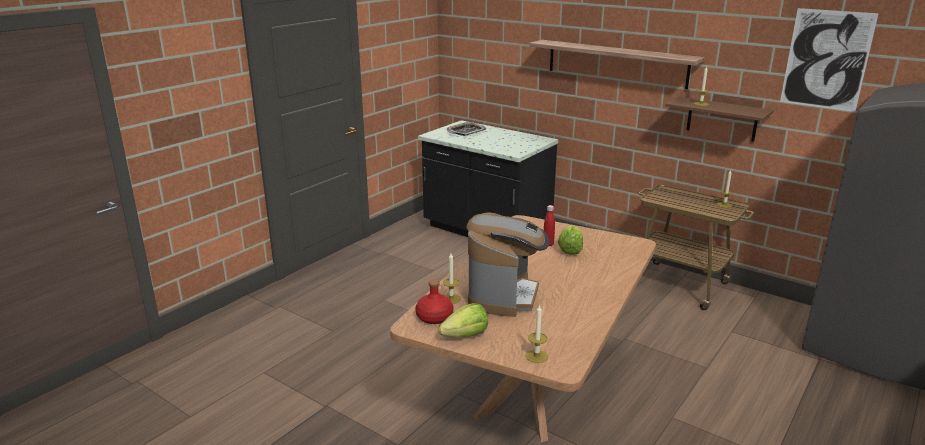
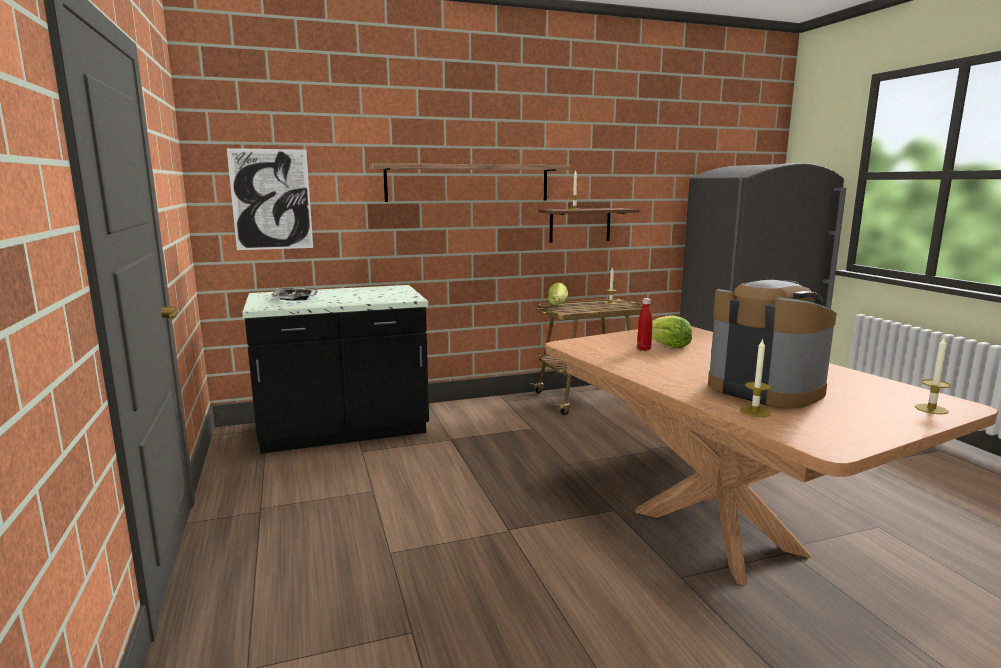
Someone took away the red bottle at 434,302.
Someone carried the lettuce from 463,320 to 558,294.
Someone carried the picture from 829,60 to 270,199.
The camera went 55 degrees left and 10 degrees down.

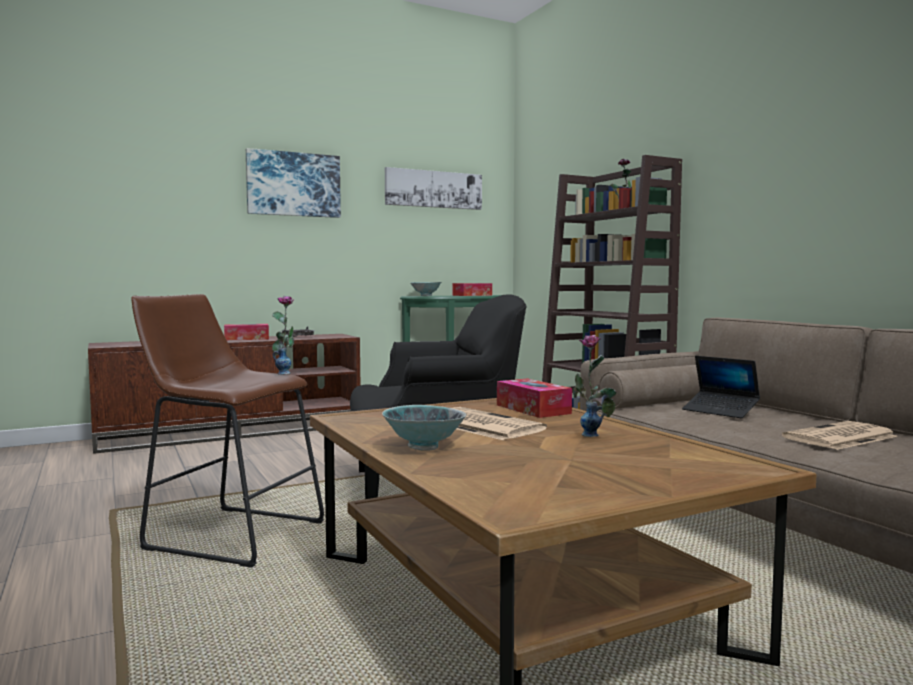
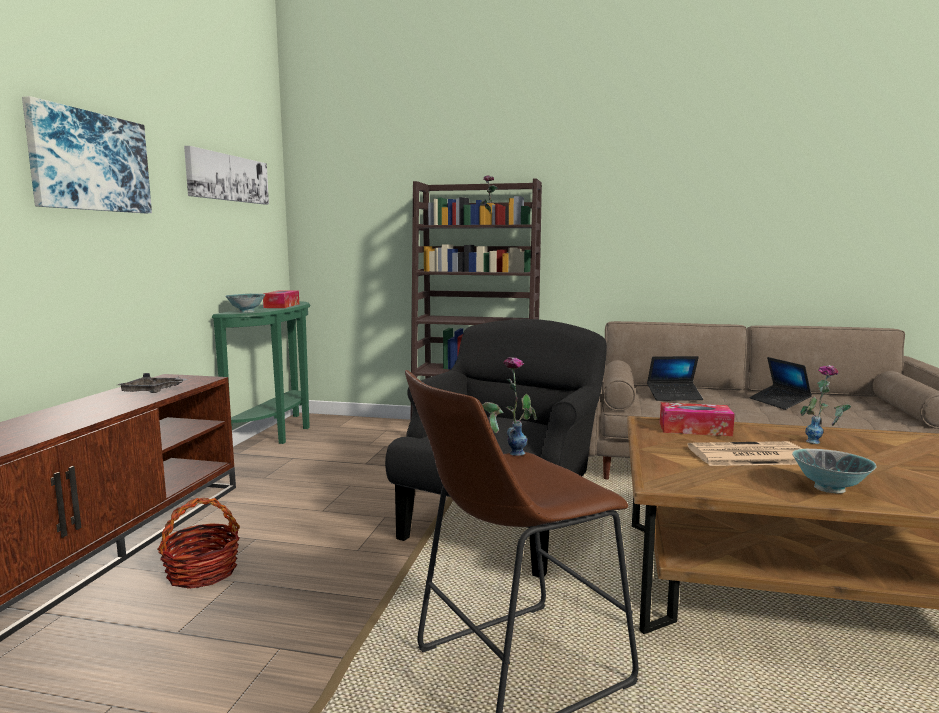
Someone took away the tissue box at 246,332.
Someone swapped the newspaper at 840,435 for the laptop at 780,383.
Someone put down the basket at 198,543.
The camera went 50 degrees left and 5 degrees up.

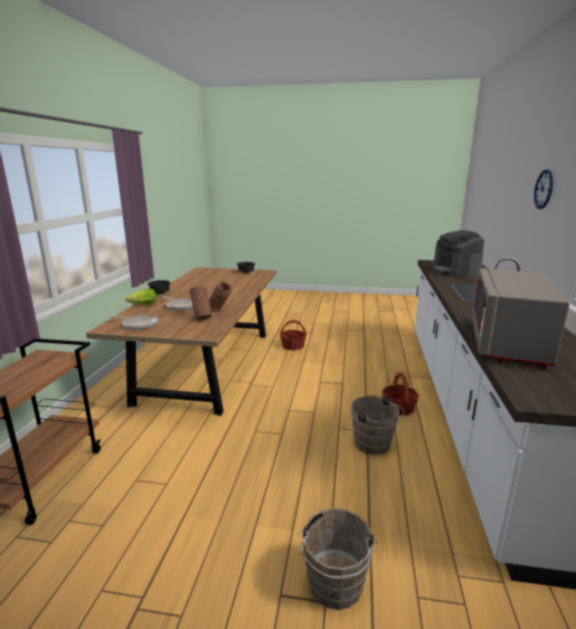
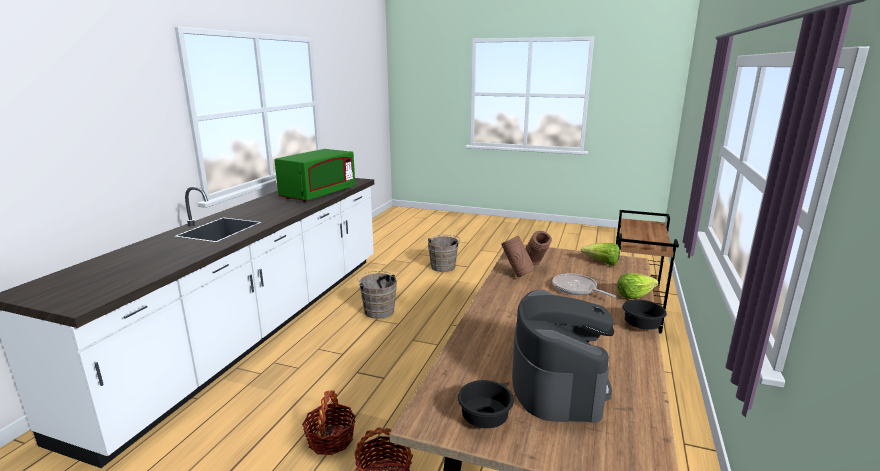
Someone swapped the frying pan at 134,322 for the lettuce at 600,254.
Someone carried the basket from 400,393 to 329,422.
Someone carried the coffee machine from 458,253 to 563,356.
Someone repainted the grey microwave at 521,318, which became the green microwave at 314,175.
Someone took away the wall clock at 543,189.
The camera went 170 degrees left and 0 degrees up.

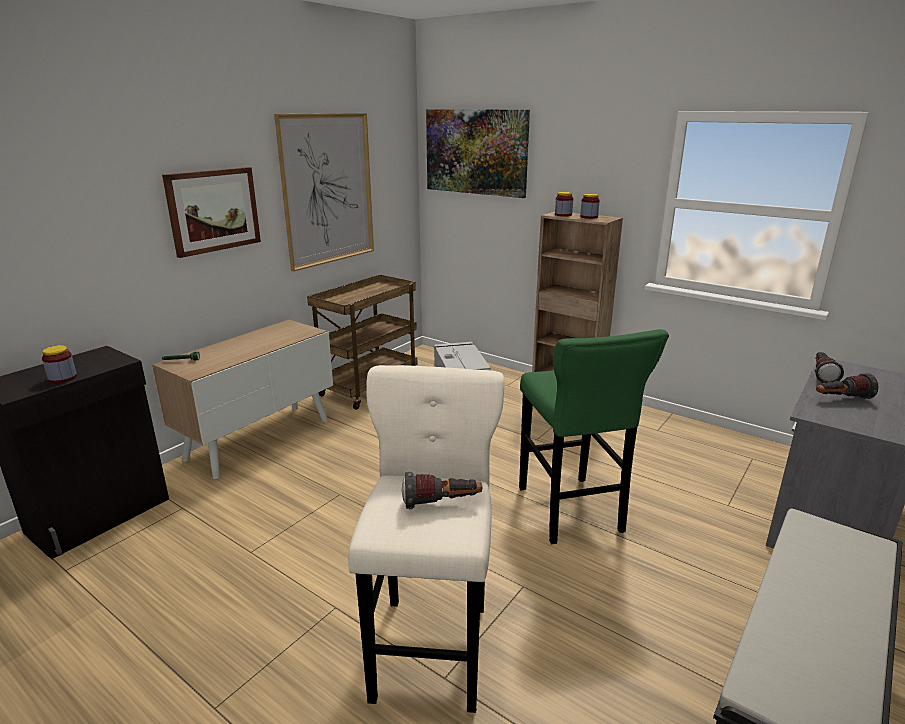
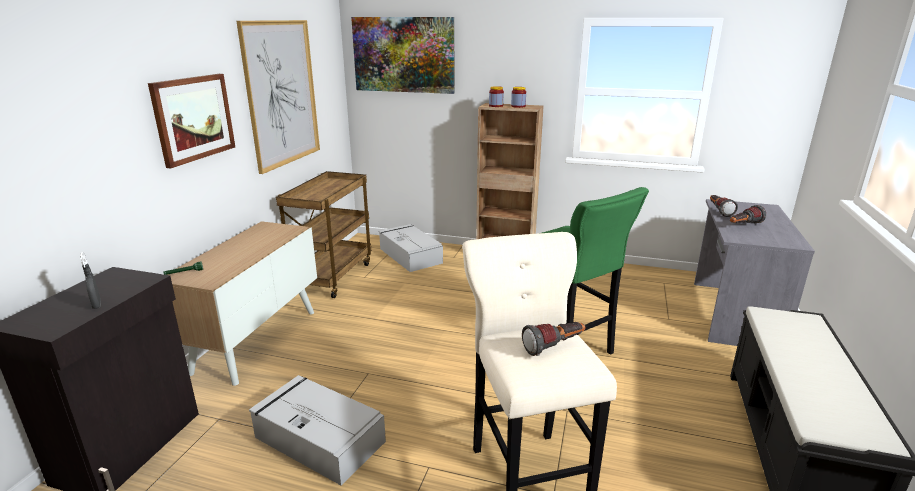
Someone swapped the jar at 59,364 for the grey spray bottle at 90,280.
Someone put down the grey storage box at 317,430.
The camera went 20 degrees left and 0 degrees up.

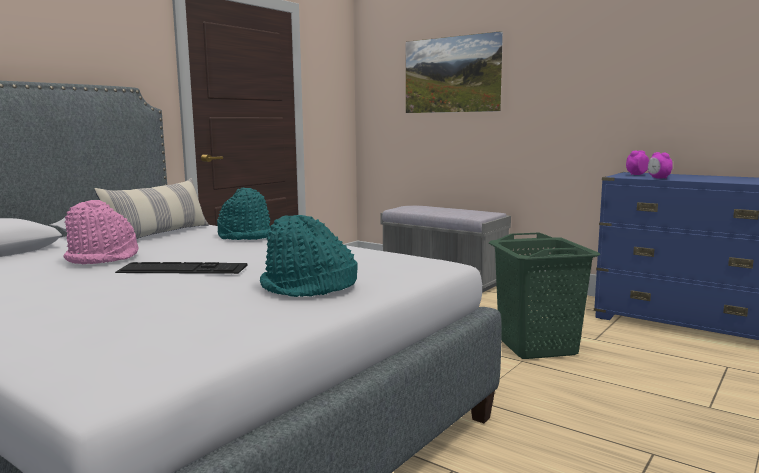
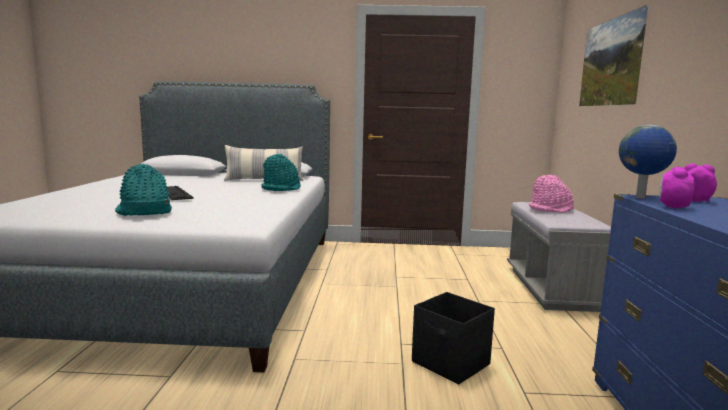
Someone carried the pink hat from 100,232 to 551,194.
Someone swapped the green laundry basket at 544,296 for the black storage box at 453,338.
Someone put down the globe at 648,161.
The camera went 55 degrees right and 0 degrees up.

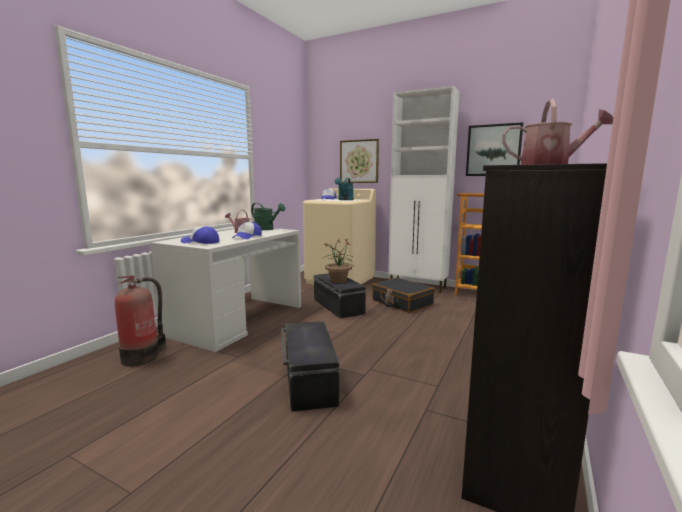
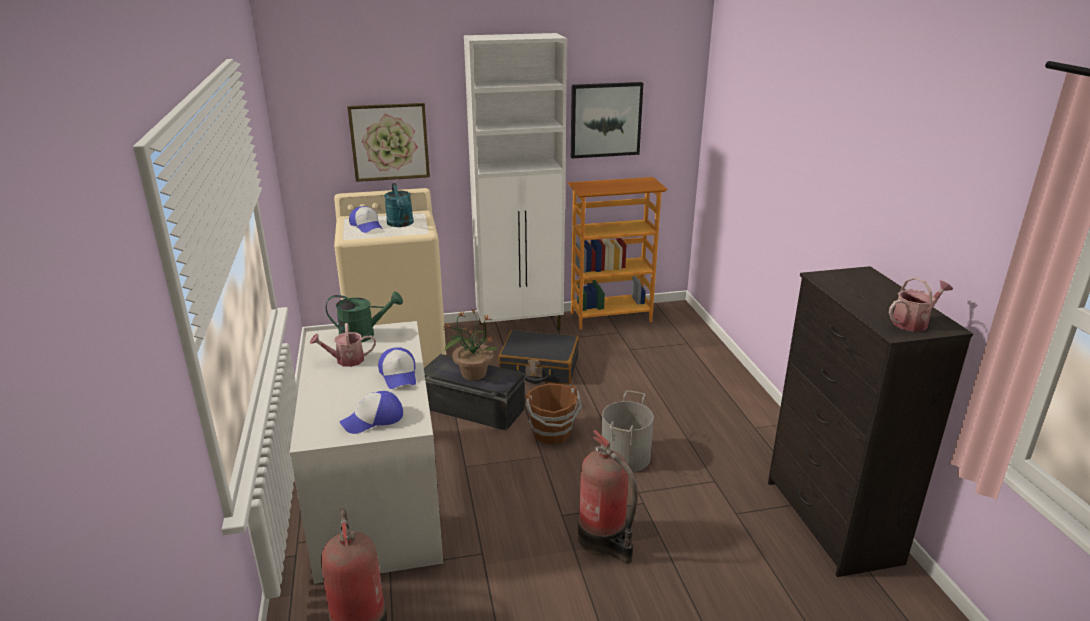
Someone swapped the black storage box at 310,366 for the fire extinguisher at 608,497.
Someone put down the brown bucket at 554,413.
Someone put down the grey bucket at 627,431.
The camera went 40 degrees left and 15 degrees up.

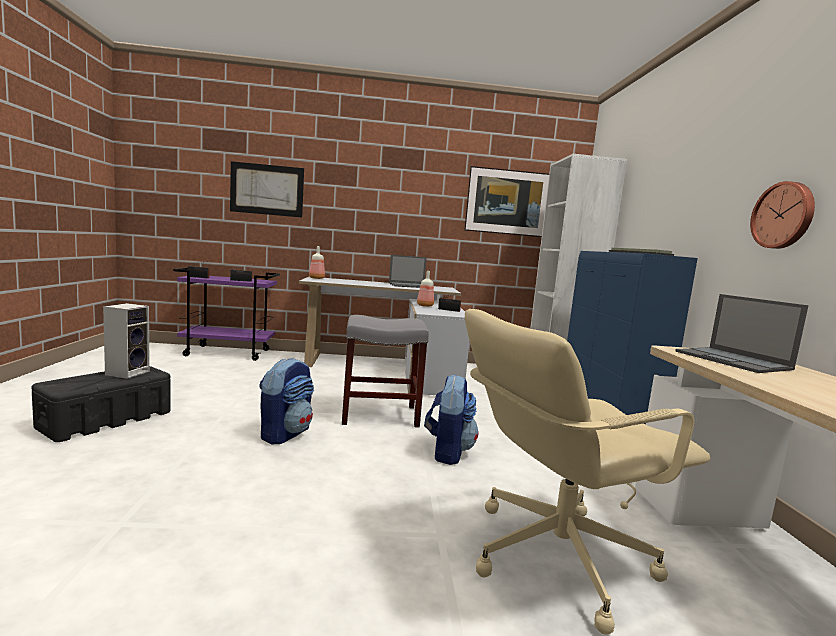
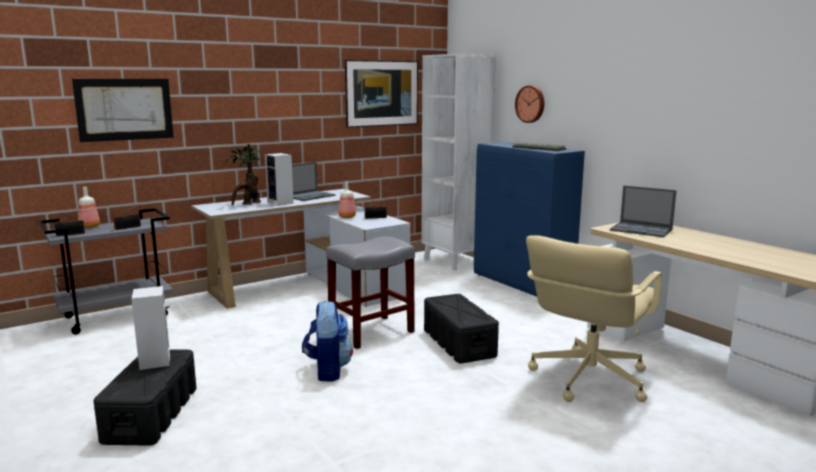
Someone repainted the purple cart at 227,314, which became the grey cart at 106,271.
Someone carried the bottle from 317,262 to 89,207.
Someone swapped the backpack at 451,419 for the black storage box at 461,328.
Someone carried the wall clock from 782,215 to 529,104.
Someone put down the potted plant at 243,175.
Someone put down the speaker at 279,179.
The camera went 30 degrees left and 5 degrees up.

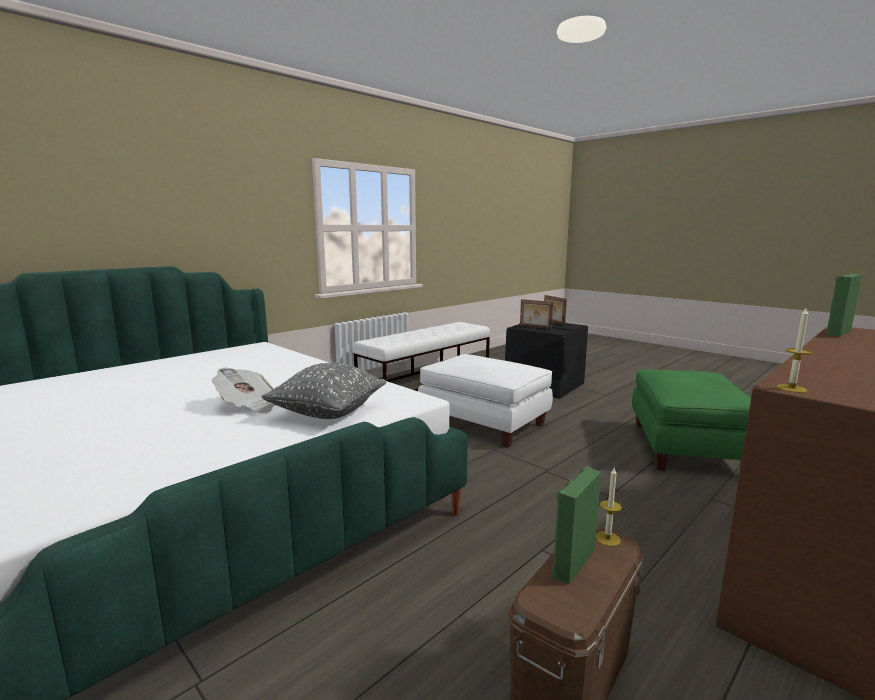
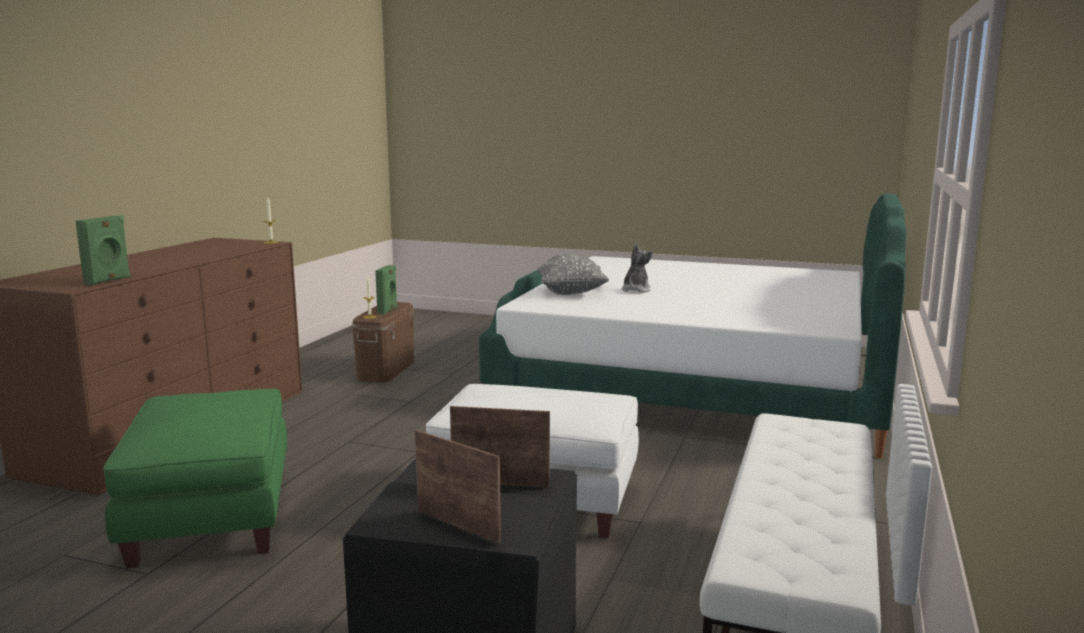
Someone swapped the newspaper at 243,391 for the plush toy at 637,268.
The camera went 155 degrees right and 0 degrees up.

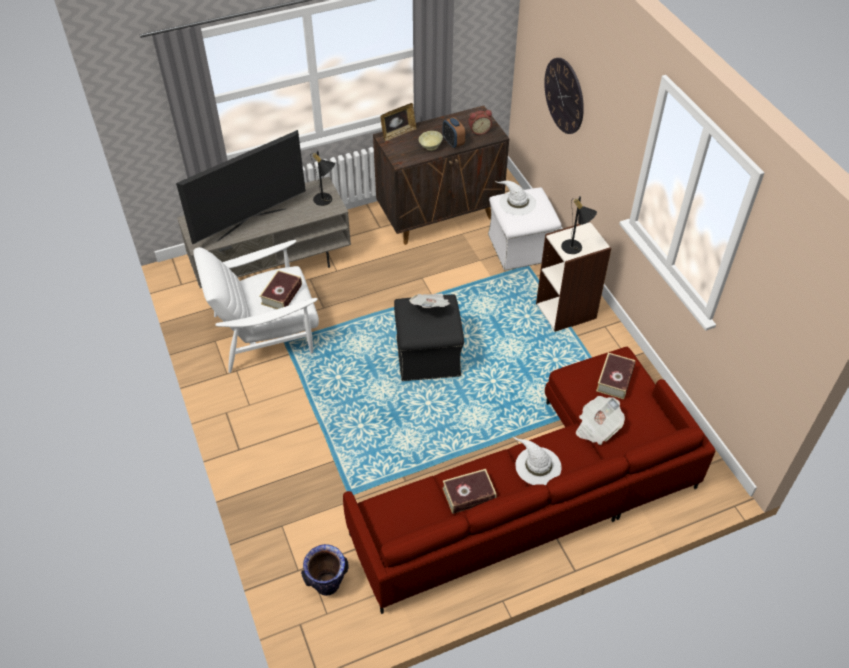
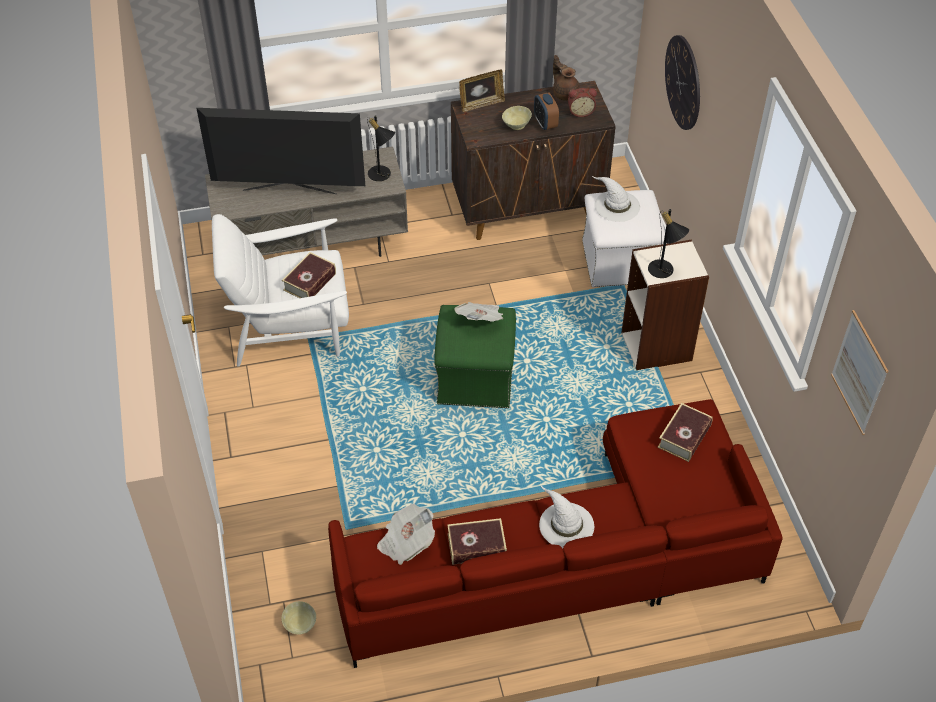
Someone rotated the television at 241,187 by 150 degrees counterclockwise.
Someone swapped the vase at 325,570 for the beige bowl at 299,618.
Someone repainted the black ottoman at 429,337, which became the green ottoman at 475,356.
Someone carried the newspaper from 600,420 to 406,534.
Someone put down the brown teapot at 566,78.
Someone put up the picture at 859,372.
The camera went 10 degrees right and 0 degrees up.

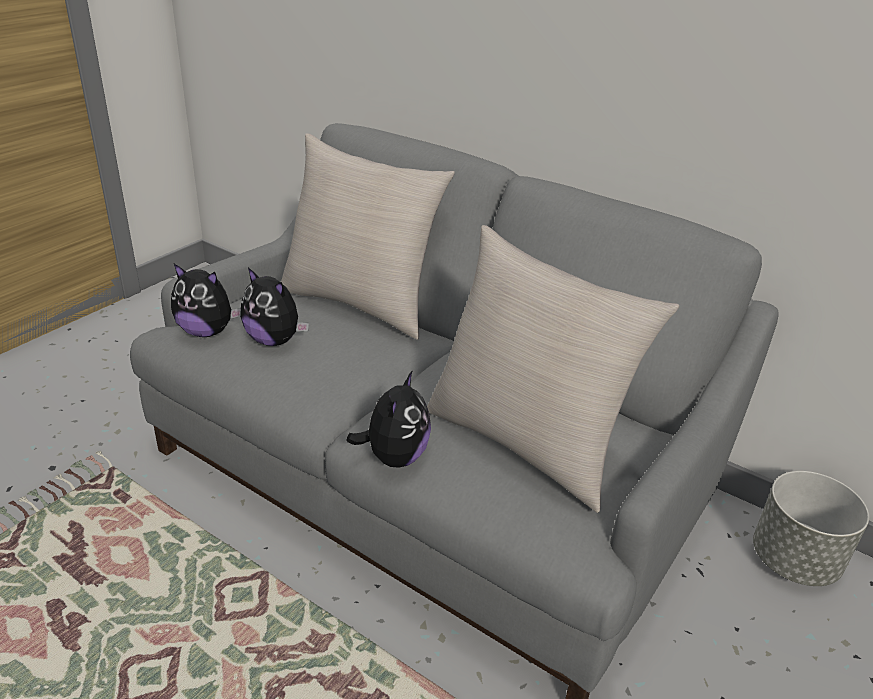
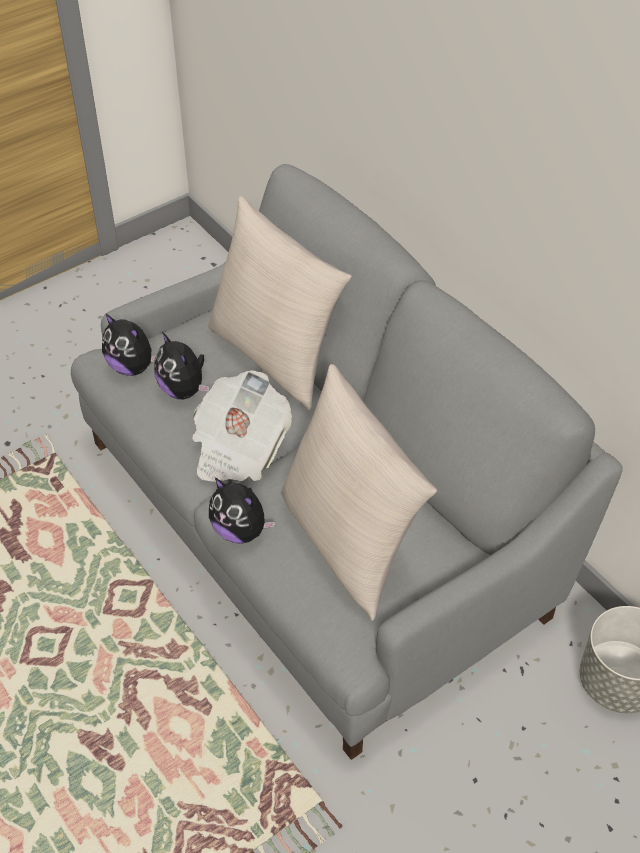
Someone rotated the plush toy at 388,419 by 90 degrees clockwise.
Someone put down the newspaper at 242,426.
The camera went 20 degrees right and 15 degrees up.

